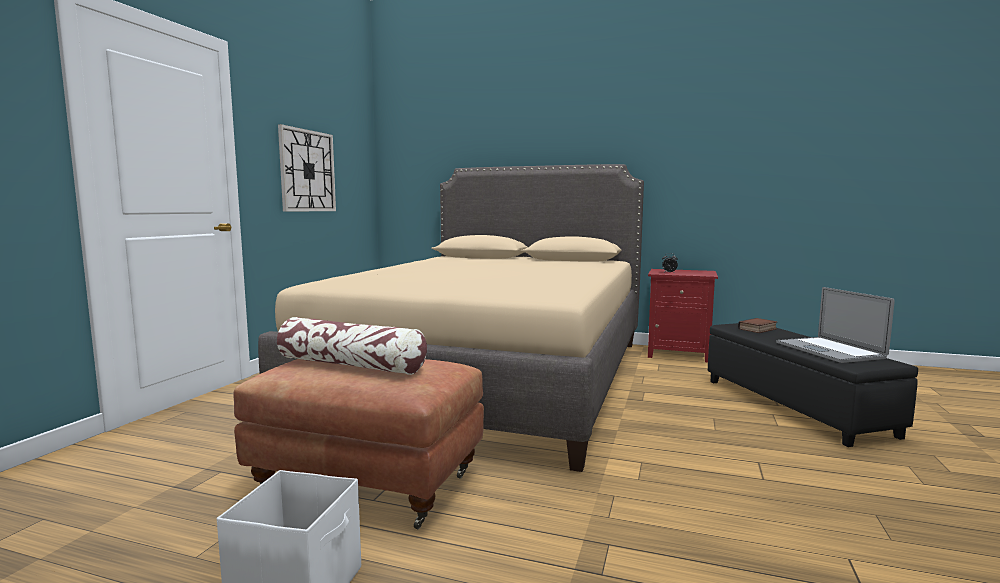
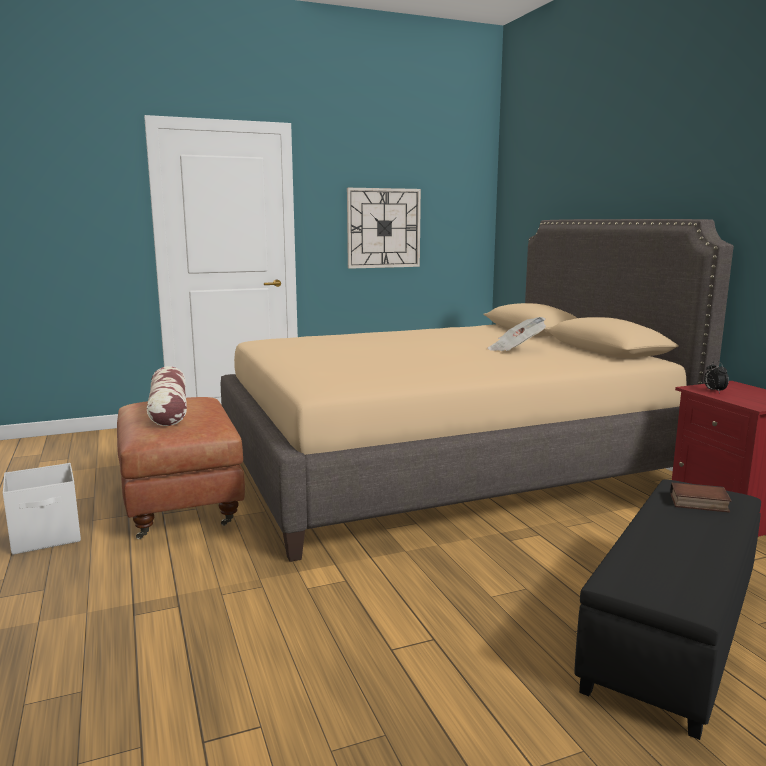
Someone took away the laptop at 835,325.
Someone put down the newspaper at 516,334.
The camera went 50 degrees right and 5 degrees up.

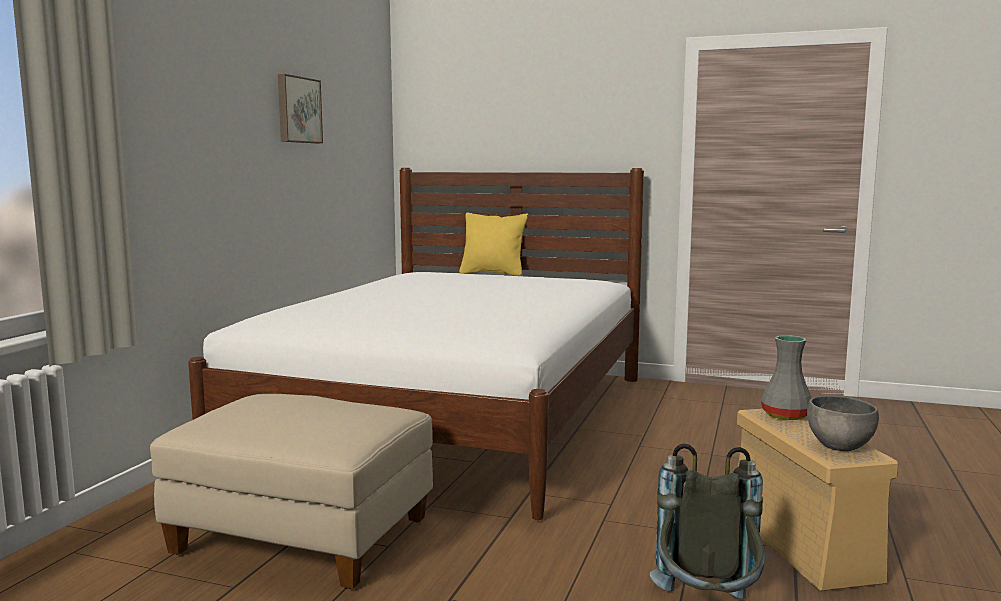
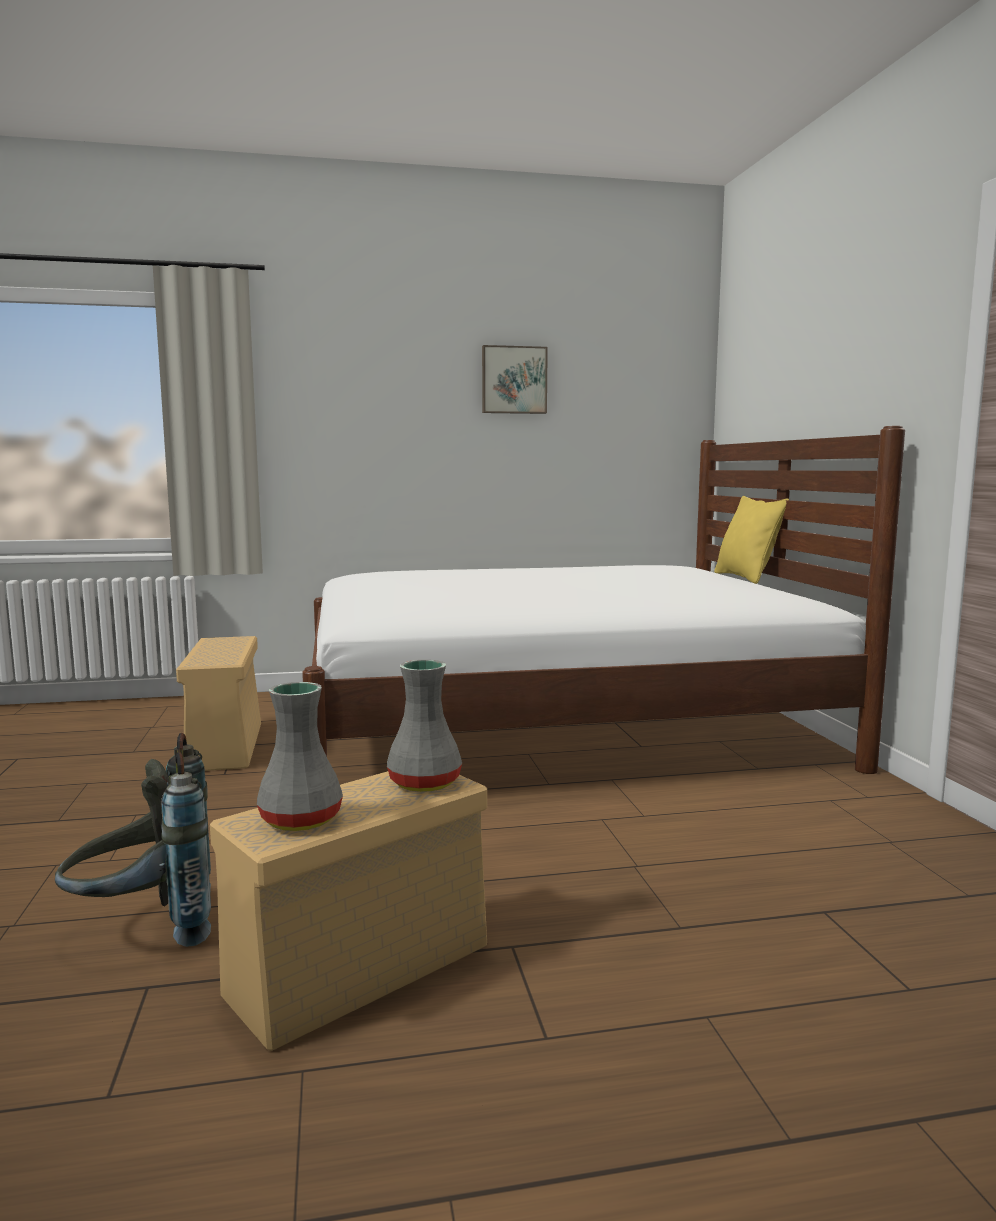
Someone swapped the beige ottoman at 291,491 for the beige storage box at 218,703.
Someone swapped the grey bowl at 843,423 for the grey vase at 300,756.
The camera went 60 degrees right and 0 degrees up.

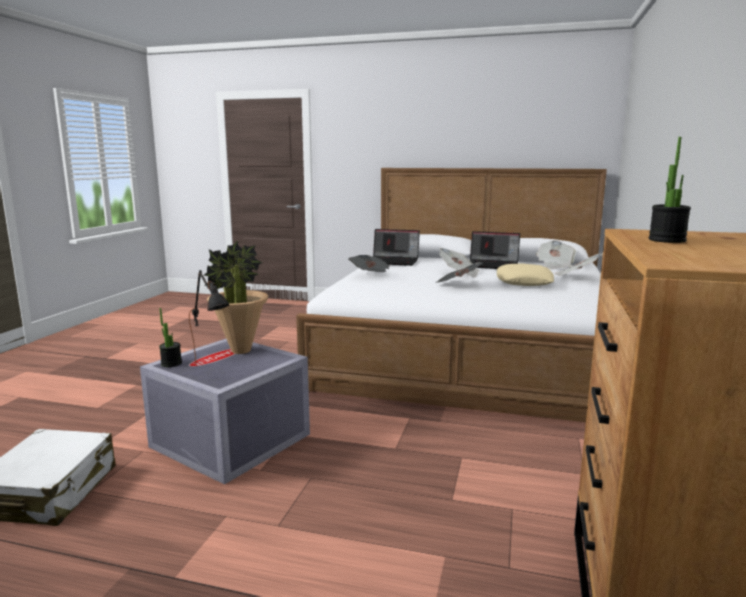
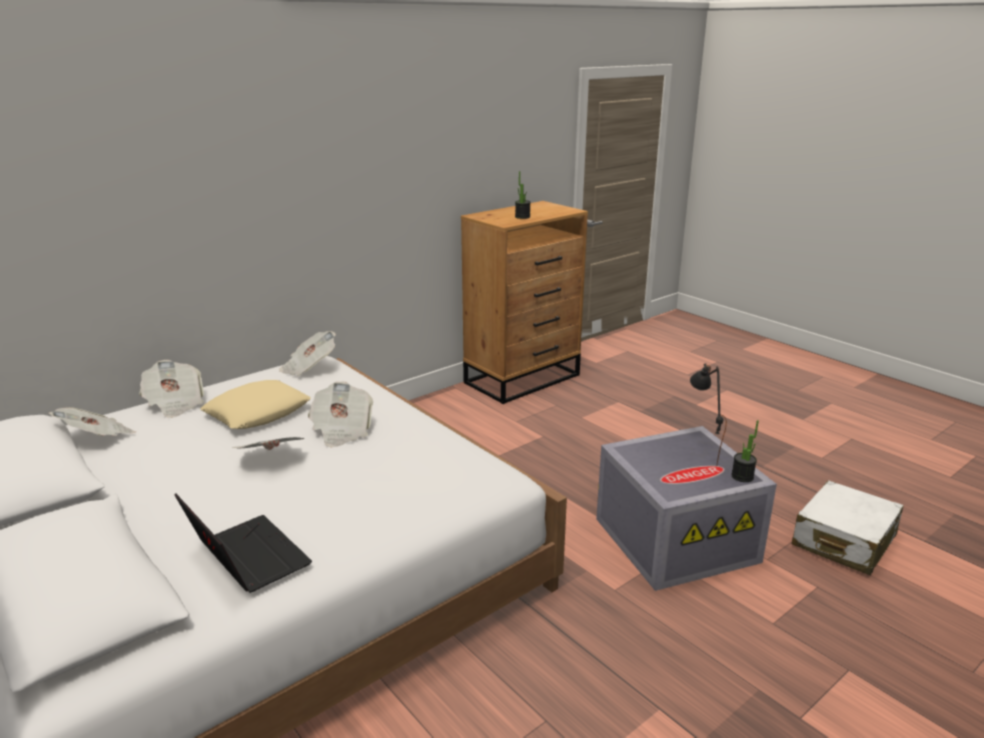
Someone took away the potted plant at 236,297.
Someone carried the newspaper from 368,263 to 307,353.
Someone took away the laptop at 495,250.
The camera went 145 degrees left and 10 degrees up.

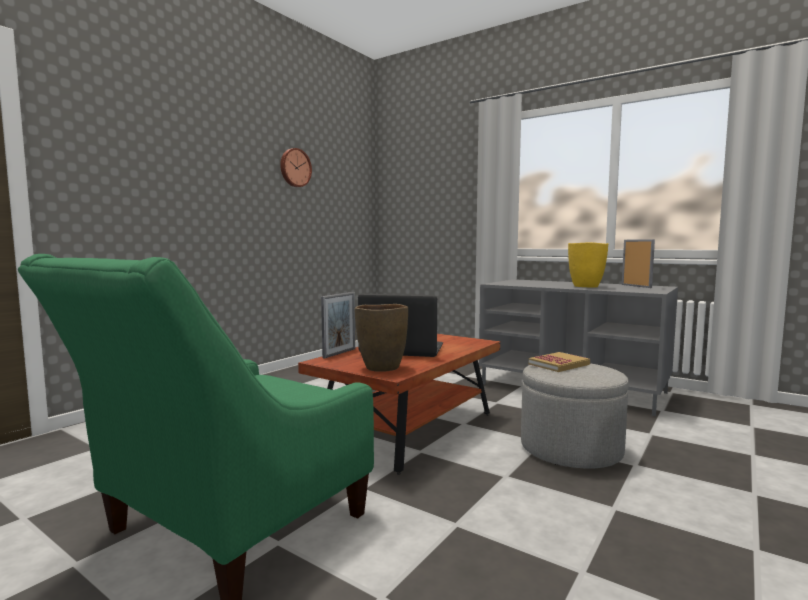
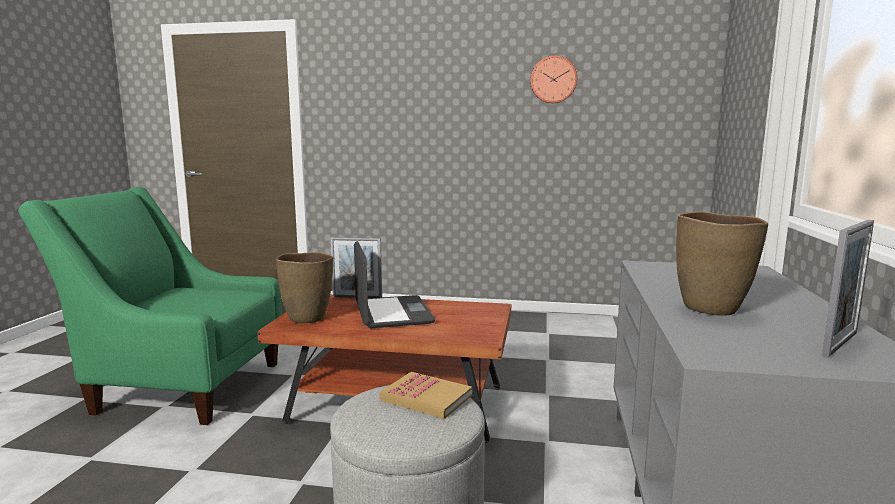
Someone repainted the yellow vase at 588,264, which became the brown vase at 722,264.
The camera went 65 degrees right and 5 degrees up.

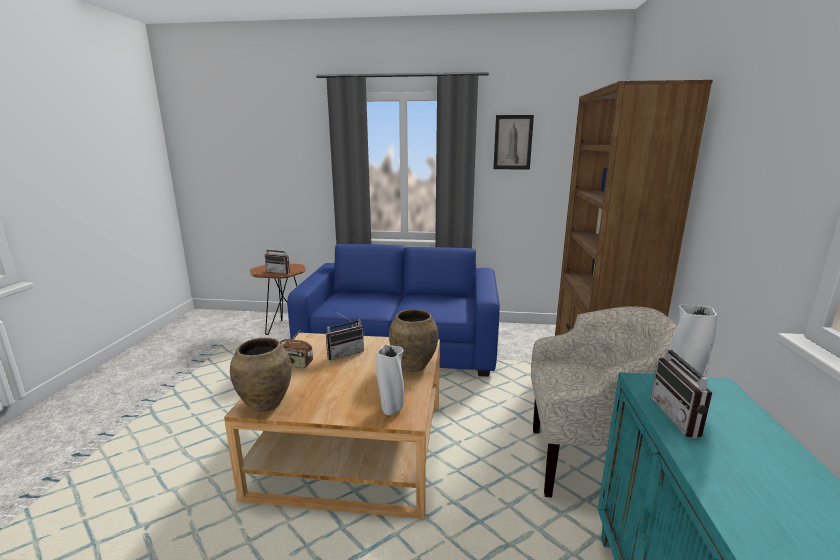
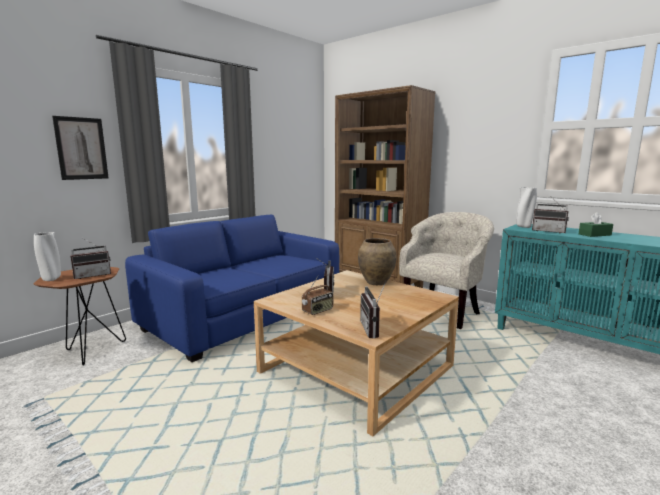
Someone swapped the brown vase at 261,375 for the radio at 373,310.
Someone carried the white vase from 390,380 to 47,256.
Someone carried the picture from 513,142 to 80,148.
Someone put down the green tissue box at 596,224.
The camera went 55 degrees left and 5 degrees down.

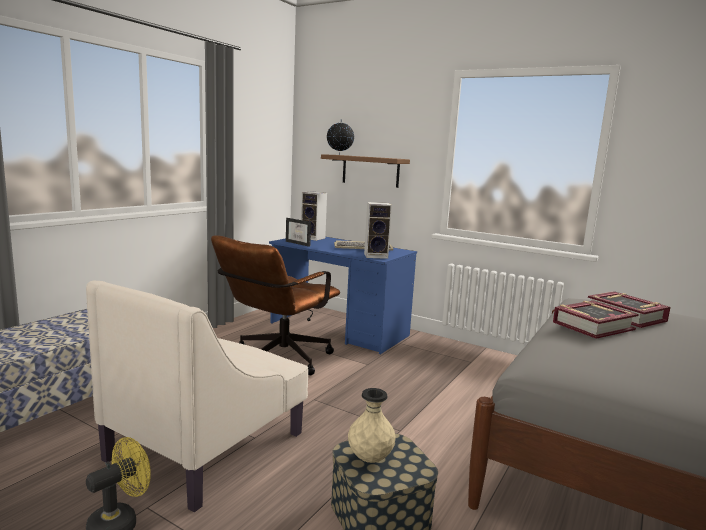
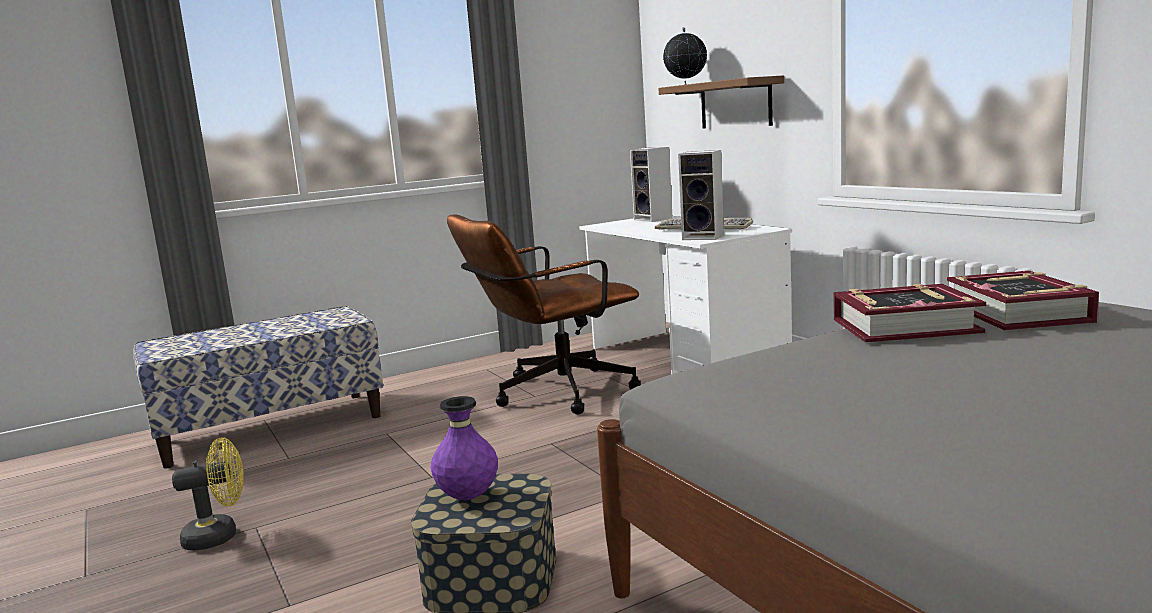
Someone took away the beige armchair at 197,396.
Someone repainted the blue desk at 343,295, which became the white desk at 685,295.
Someone took away the picture frame at 298,232.
Someone repainted the beige vase at 372,425, which became the purple vase at 464,448.
The camera went 30 degrees right and 0 degrees up.

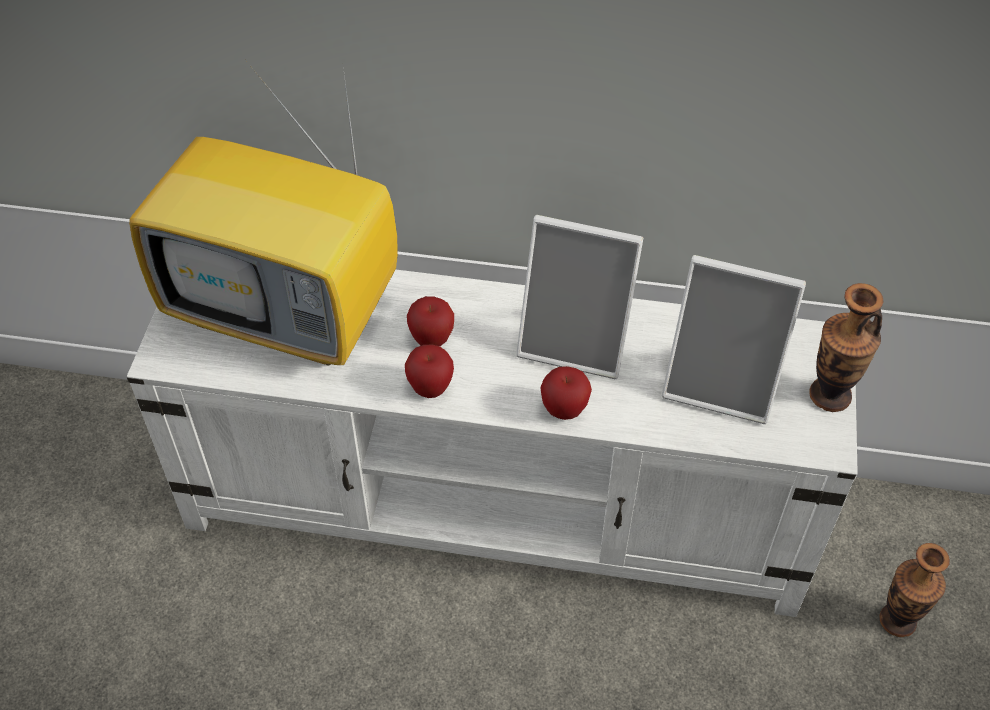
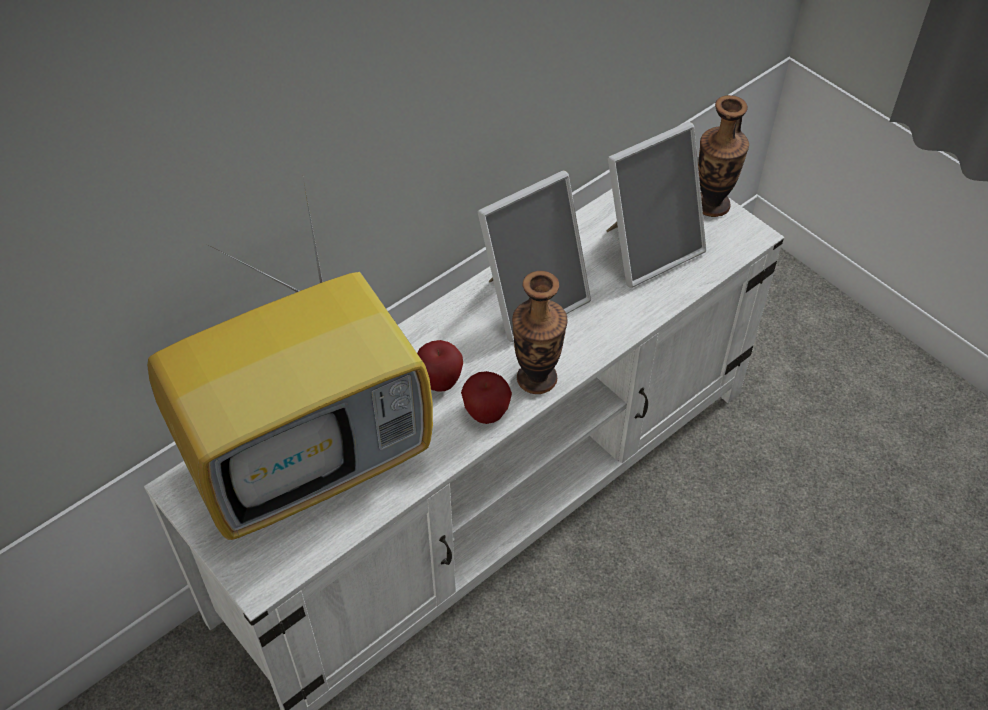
Someone took away the apple at 566,393.
Someone carried the vase from 914,590 to 540,332.
The camera went 50 degrees left and 0 degrees up.

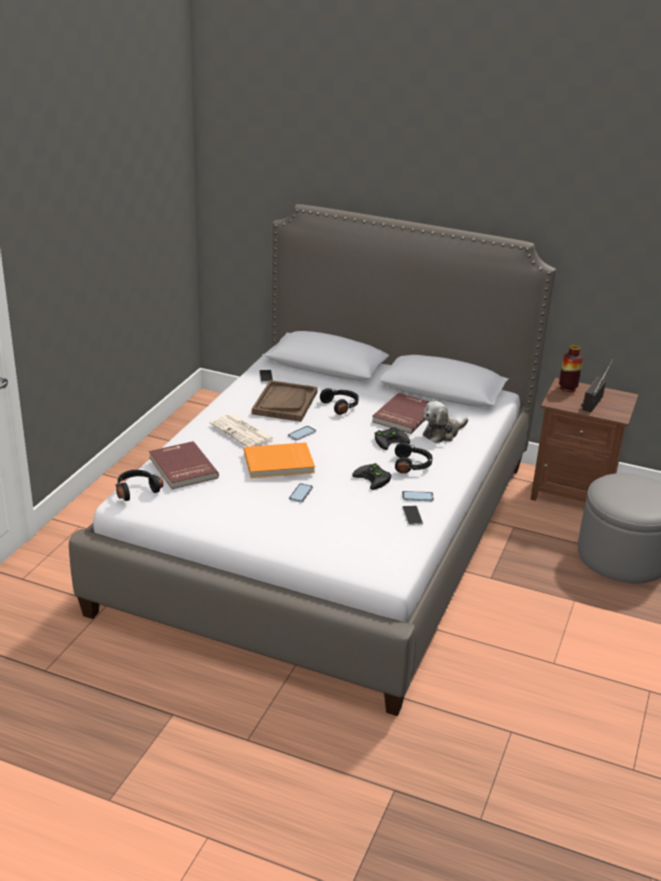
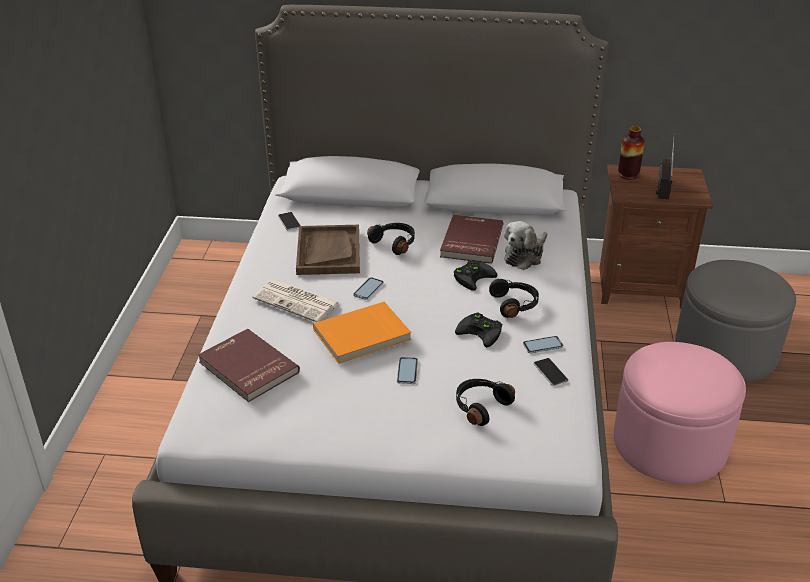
Someone carried the black headphones from 139,485 to 485,402.
Someone put down the pink ottoman at 680,413.
The camera went 15 degrees left and 5 degrees up.

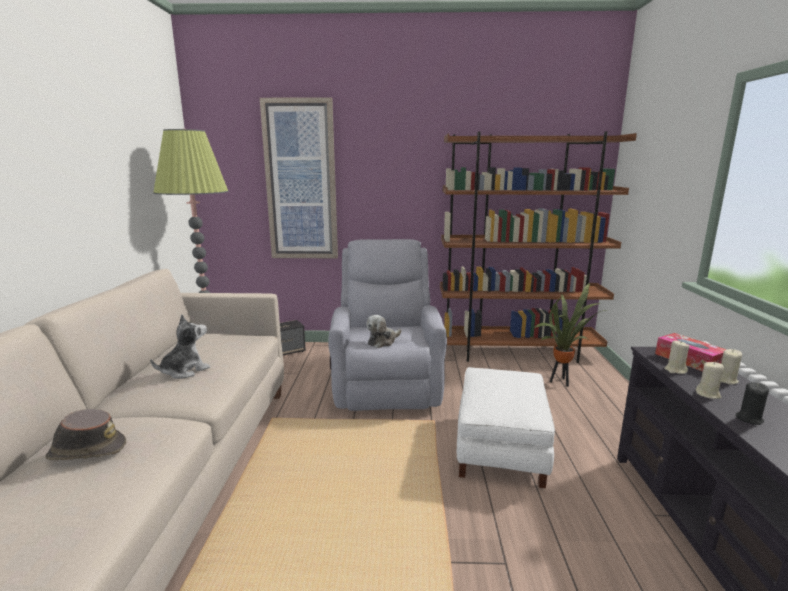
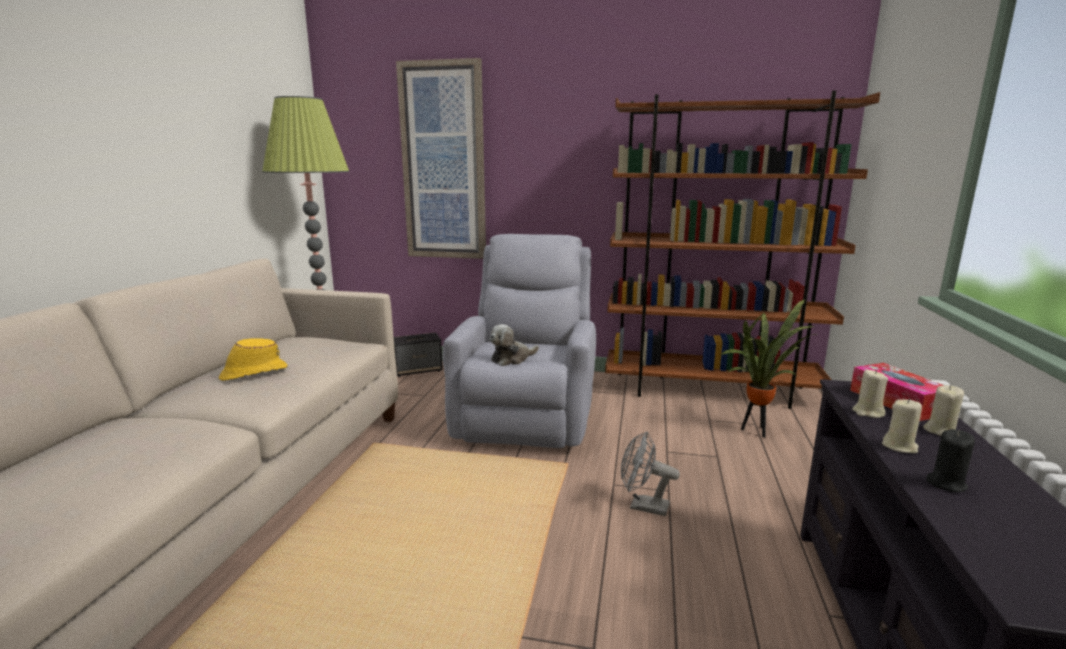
Someone took away the brown hat at 85,434.
Someone swapped the plush toy at 180,347 for the yellow hat at 253,359.
Someone swapped the white ottoman at 506,427 for the grey fan at 650,473.
The camera went 10 degrees right and 0 degrees up.

